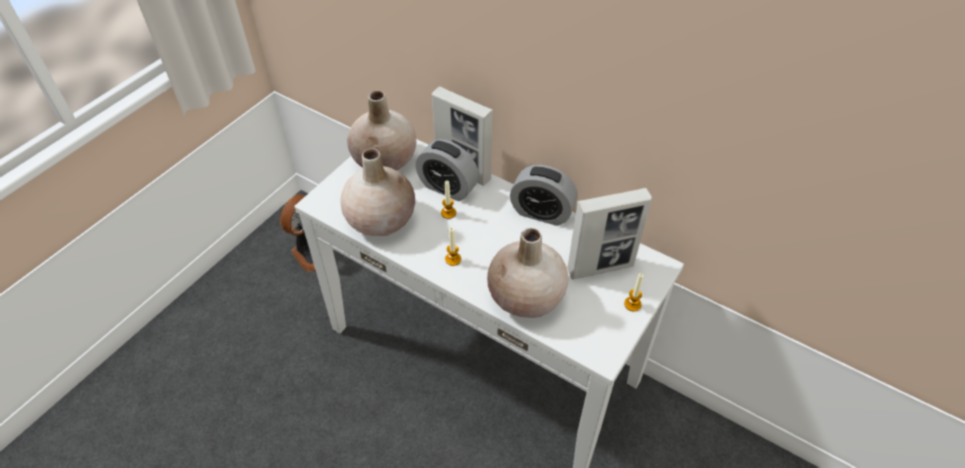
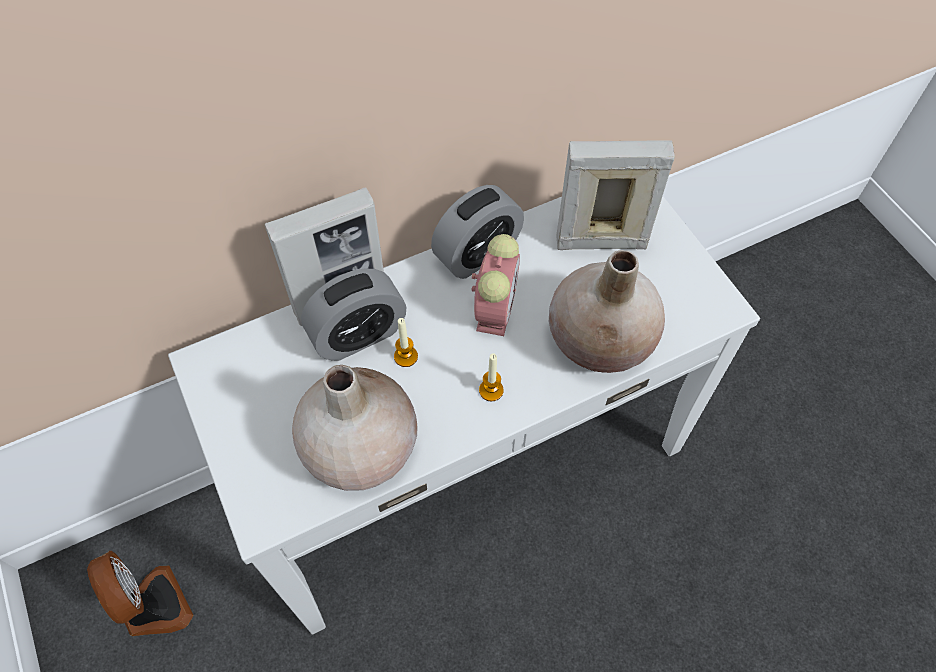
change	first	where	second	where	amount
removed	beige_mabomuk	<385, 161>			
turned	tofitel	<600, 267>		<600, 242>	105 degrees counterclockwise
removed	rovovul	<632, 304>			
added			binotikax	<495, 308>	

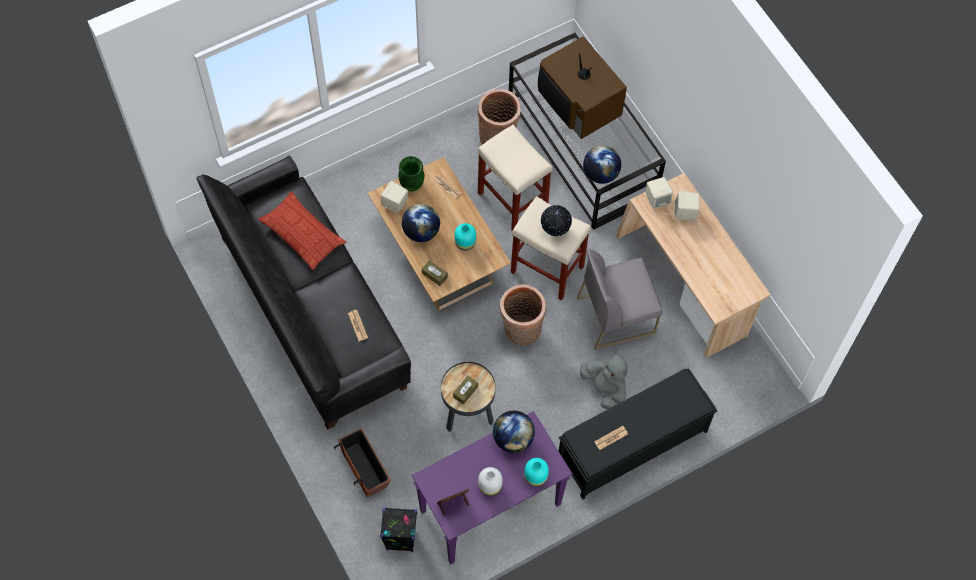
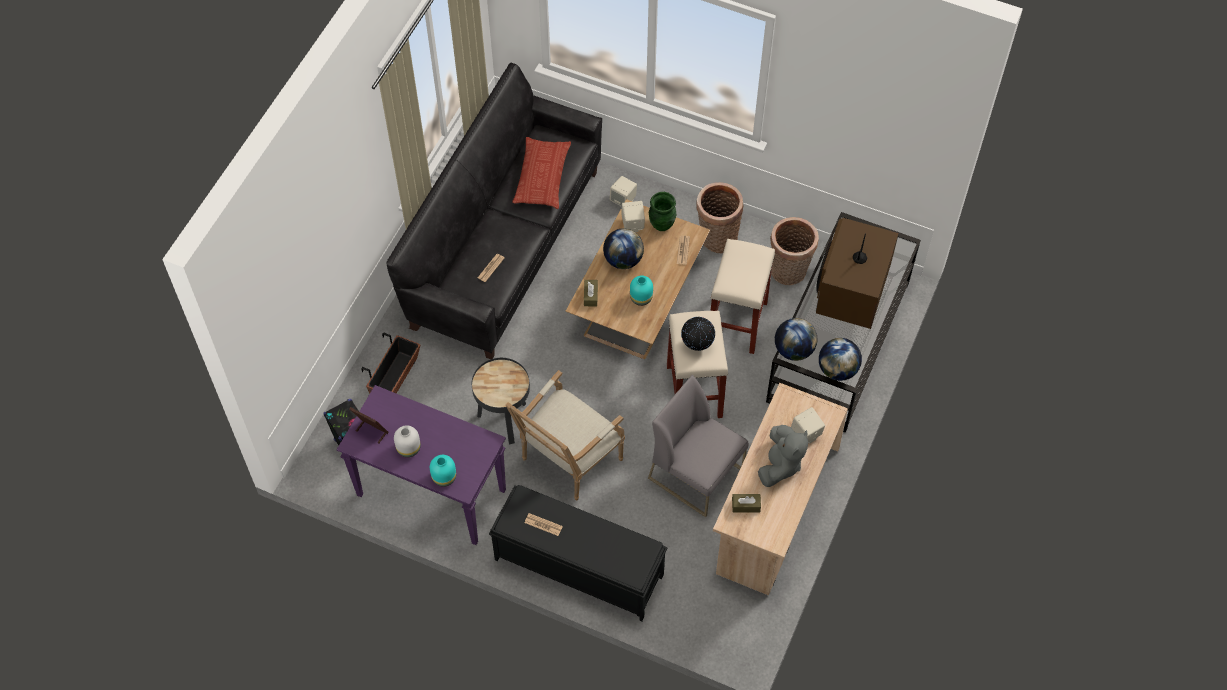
change	first	where	second	where	amount
moved	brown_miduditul	<465, 392>		<746, 505>	
moved	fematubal	<513, 439>		<837, 370>	
moved	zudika	<521, 331>		<716, 238>	
moved	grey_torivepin	<605, 388>		<780, 465>	
moved	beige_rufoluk	<657, 199>		<623, 200>	
added			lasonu	<567, 461>	

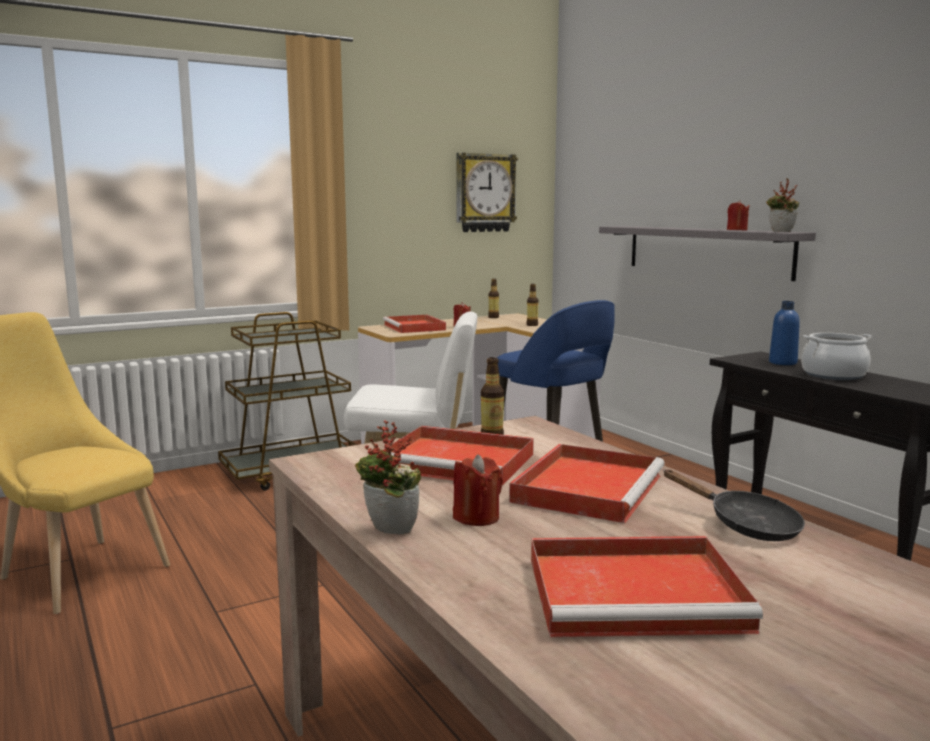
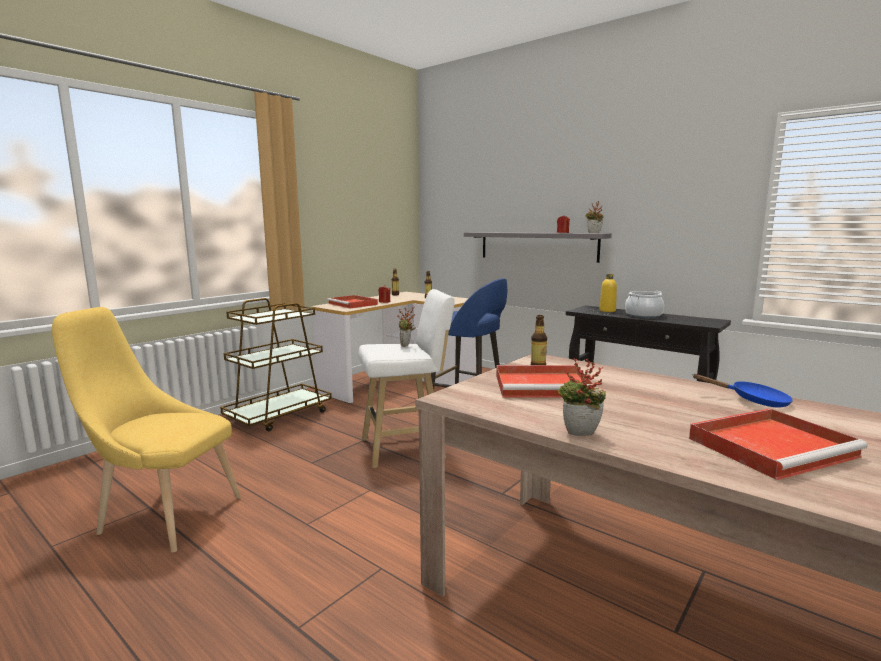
change	first	where	second	where	amount
removed	red_rovovul	<476, 517>			
removed	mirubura	<484, 193>			
removed	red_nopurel	<588, 487>			
recoloured	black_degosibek	<745, 525>	blue_degosibek	<753, 401>	
recoloured	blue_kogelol	<782, 363>	yellow_kogelol	<607, 311>	
added			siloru	<406, 346>	

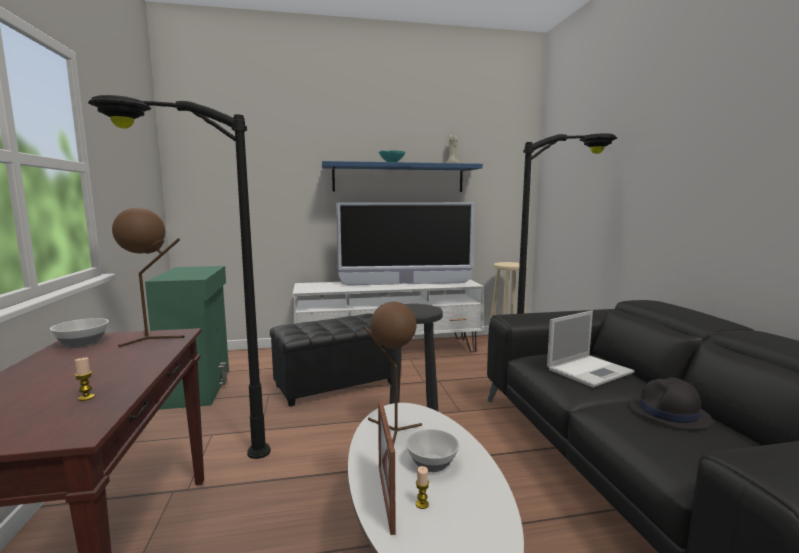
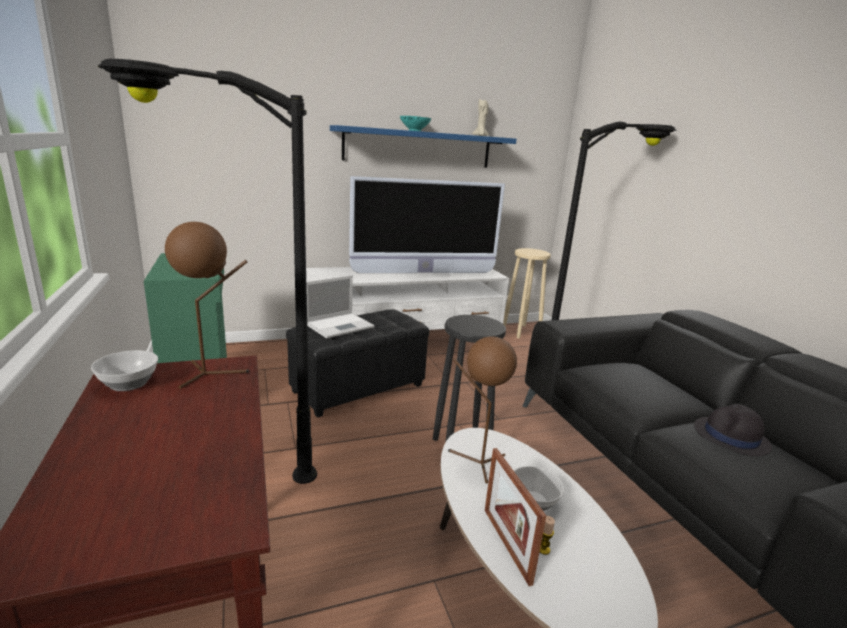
change	first	where	second	where	amount
removed	rovovul	<86, 397>			
moved	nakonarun	<590, 370>		<340, 325>	

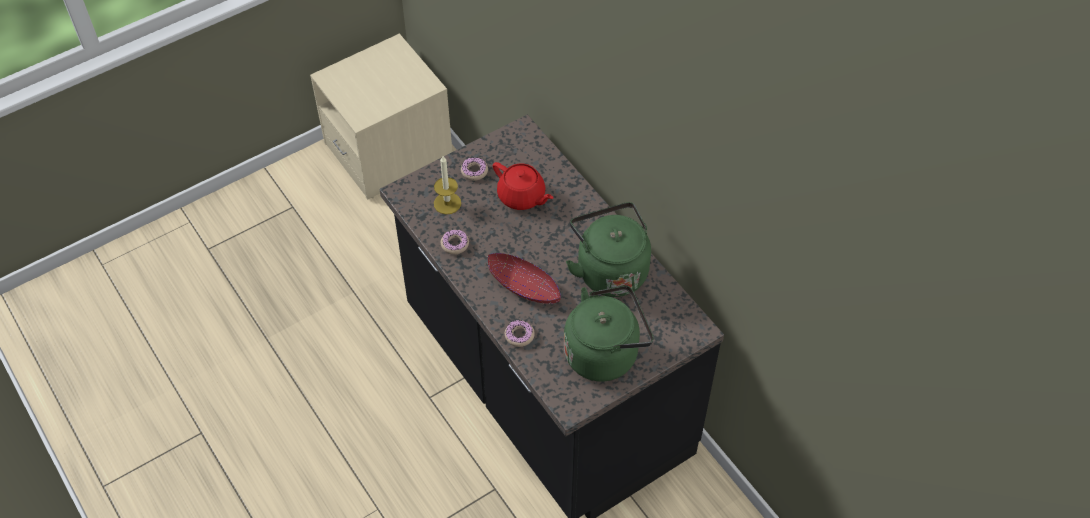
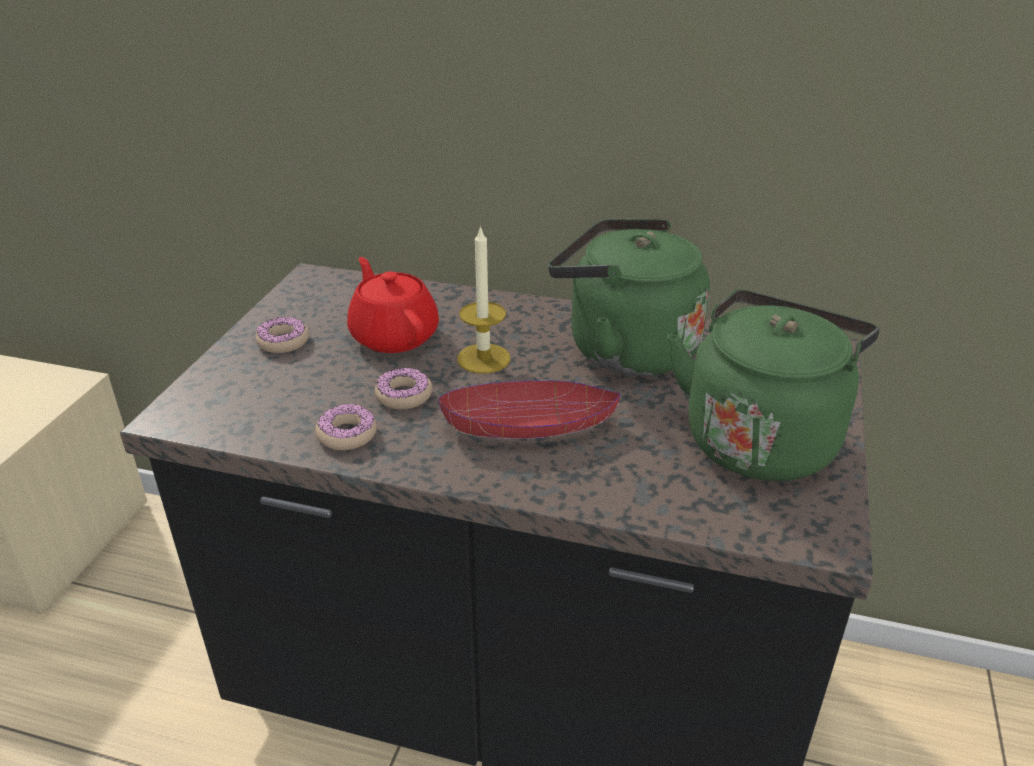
change	first	where	second	where	amount
moved	rovovul	<447, 203>		<483, 358>	
turned	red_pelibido	<522, 196>		<394, 335>	120 degrees counterclockwise
moved	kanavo	<519, 335>		<404, 395>	

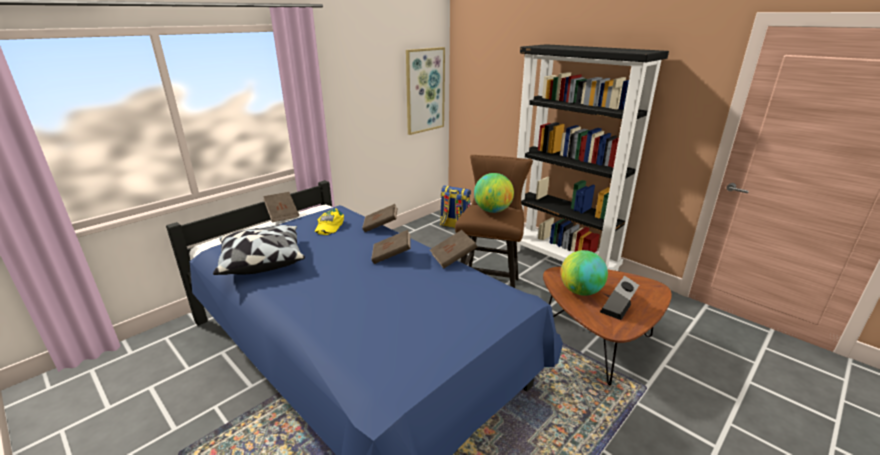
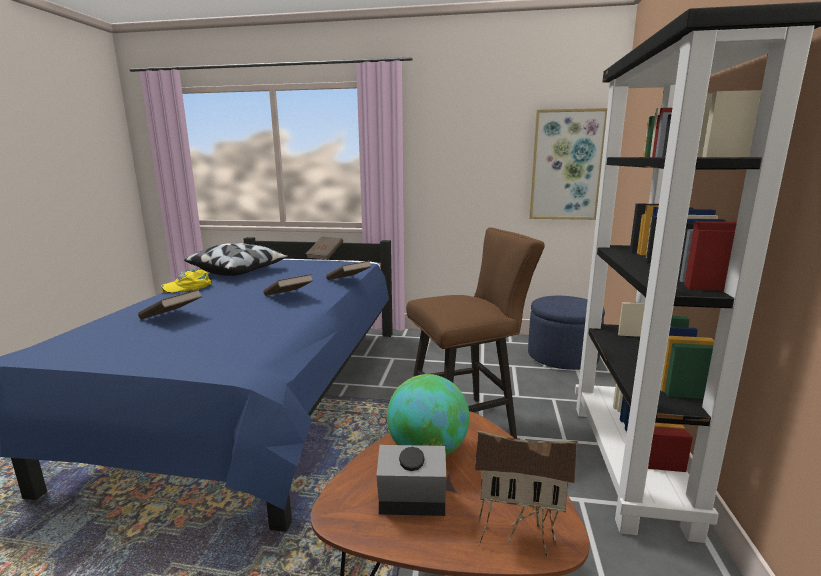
change	first	where	second	where	amount
moved	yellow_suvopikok	<329, 225>		<188, 287>	
moved	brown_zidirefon	<453, 258>		<172, 317>	
replaced	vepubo	<454, 225>	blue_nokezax	<562, 357>	
removed	fematubal	<492, 211>			
added			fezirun	<518, 534>	

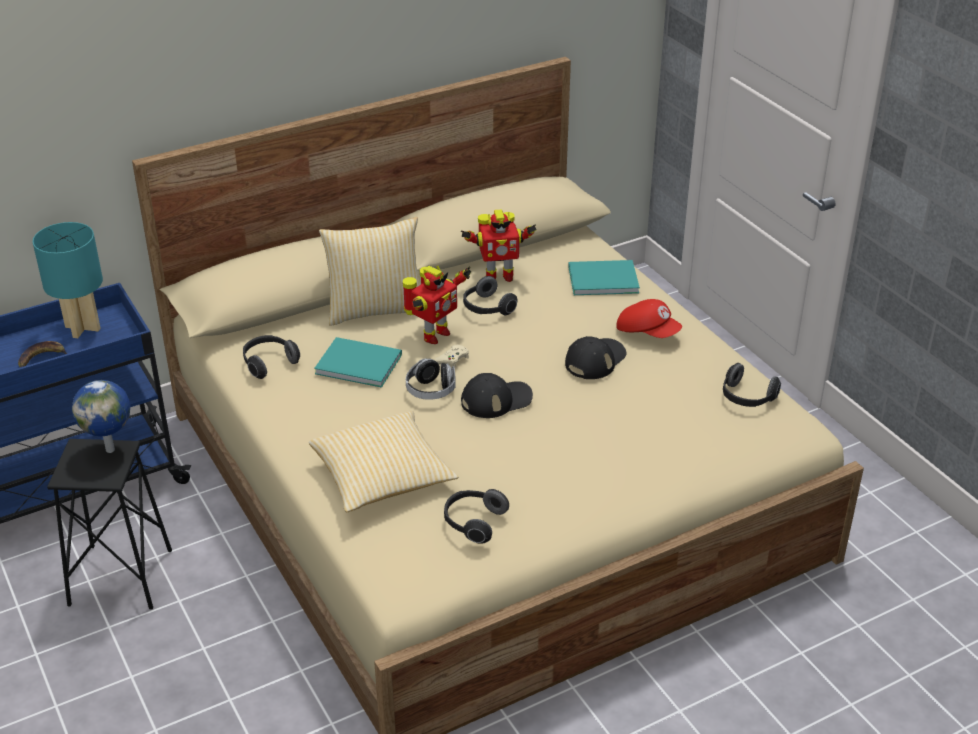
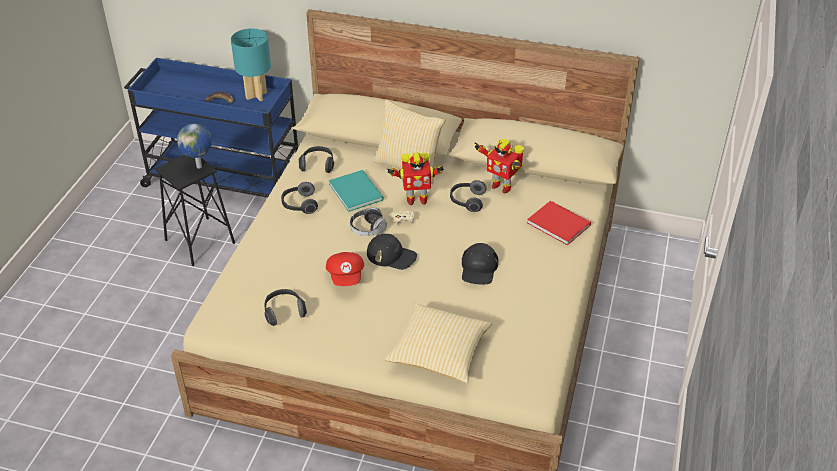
change	first	where	second	where	amount
moved	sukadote	<382, 478>		<439, 353>	
turned	black_suvopikok	<595, 360>		<479, 268>	105 degrees clockwise
recoloured	turquoise_zidirefon	<600, 279>	red_zidirefon	<558, 222>	
moved	red_suvopikok	<647, 332>		<346, 276>	
moved	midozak	<746, 398>		<299, 205>	

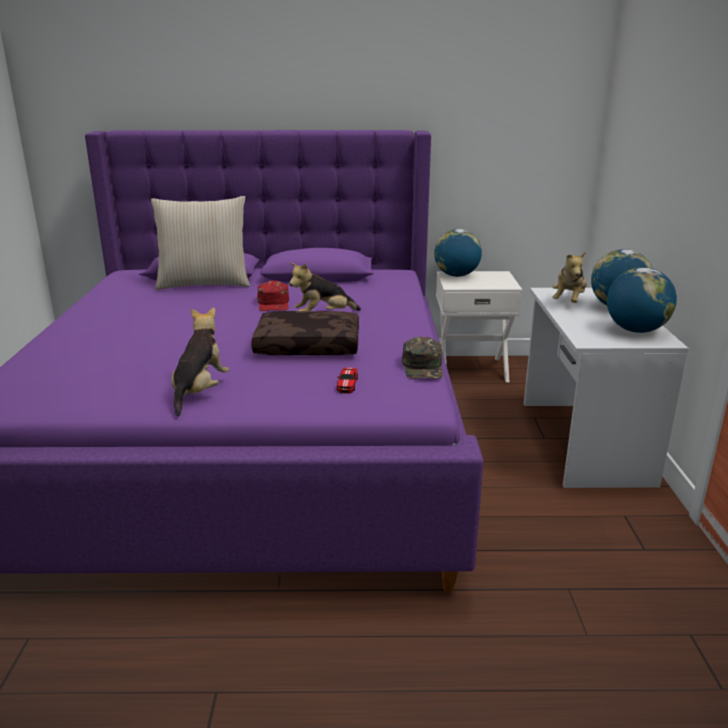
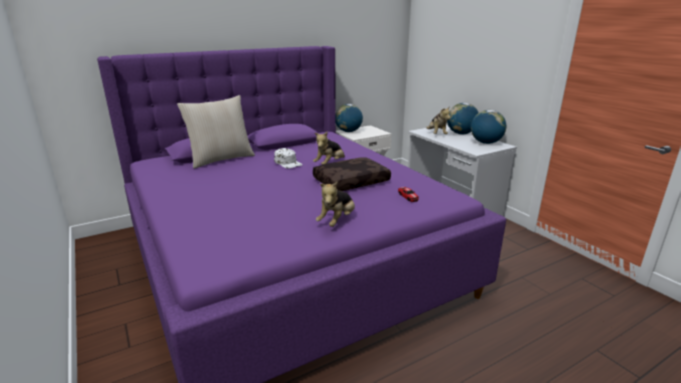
change	first	where	second	where	amount
turned	torivepin	<200, 392>		<337, 221>	135 degrees counterclockwise
recoloured	red_suvopikok	<274, 304>	white_suvopikok	<288, 163>	
removed	green_suvopikok	<423, 367>			

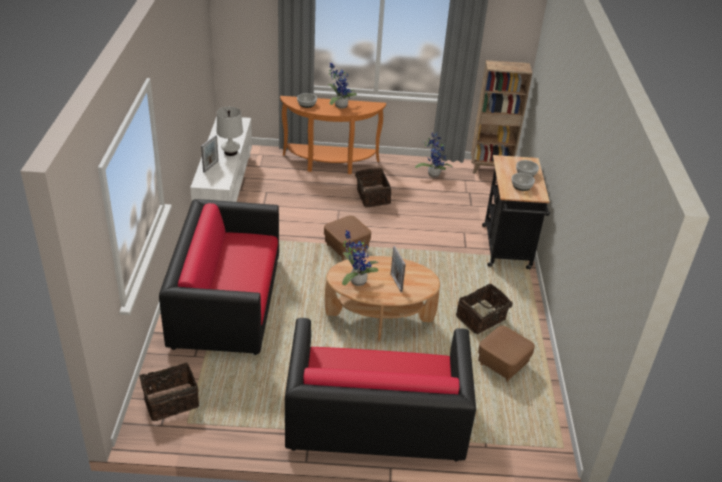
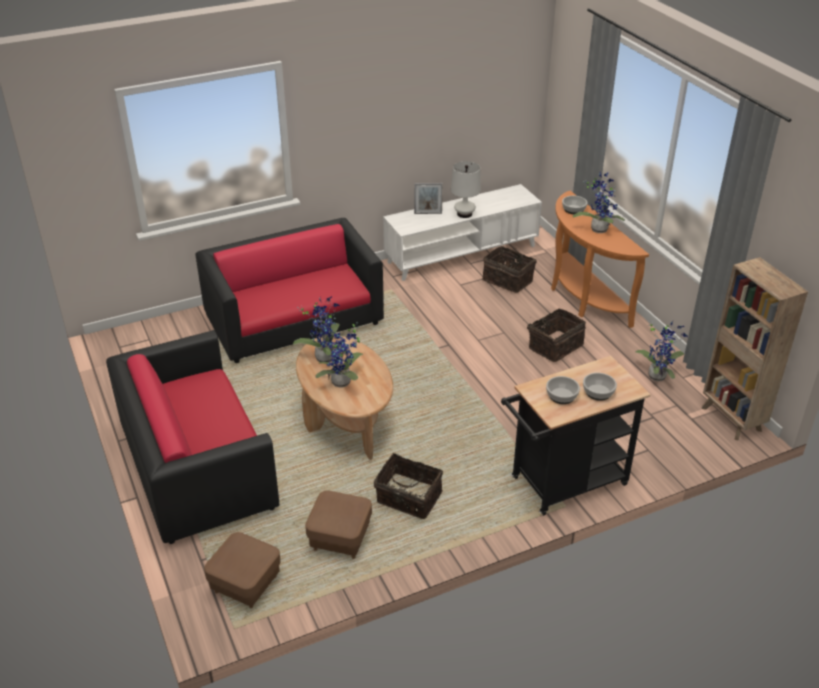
change	first	where	second	where	amount
moved	zudika	<171, 401>		<508, 280>	
moved	brown_nokezax	<346, 248>		<246, 584>	
replaced	tofitel	<396, 283>	siloru	<343, 383>	

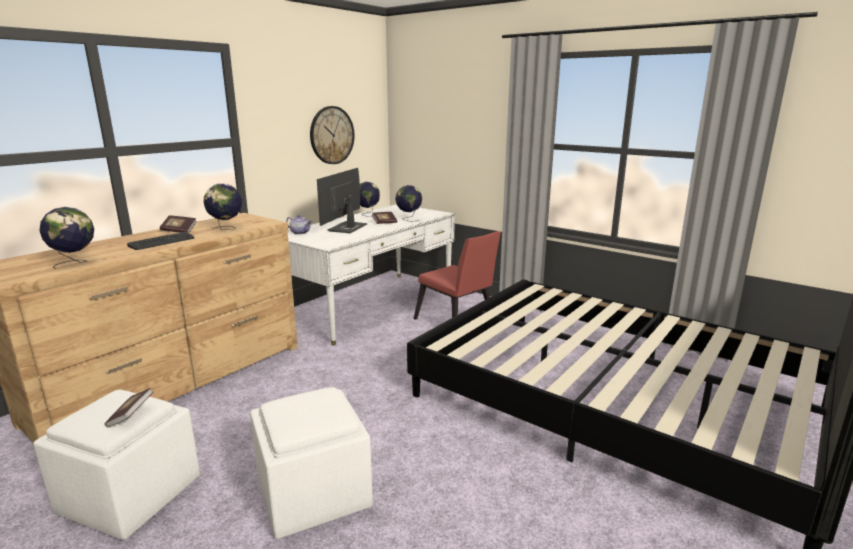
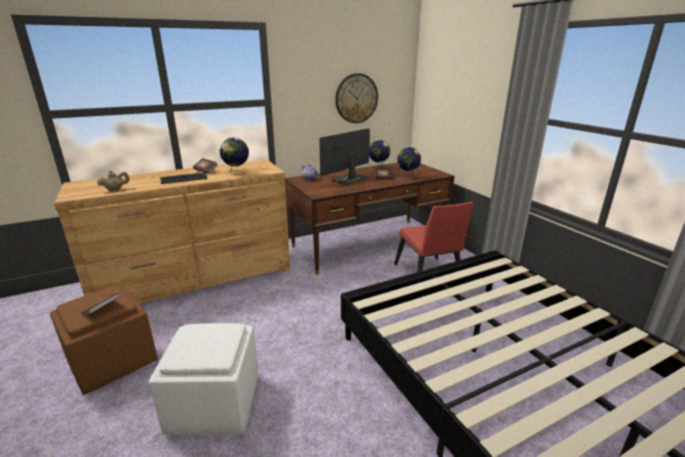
change	first	where	second	where	amount
recoloured	white_nokezax	<131, 495>	brown_nokezax	<113, 360>	
replaced	fematubal	<75, 263>	beige_pelibido	<115, 189>	
recoloured	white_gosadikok	<371, 305>	brown_gosadikok	<368, 244>	

